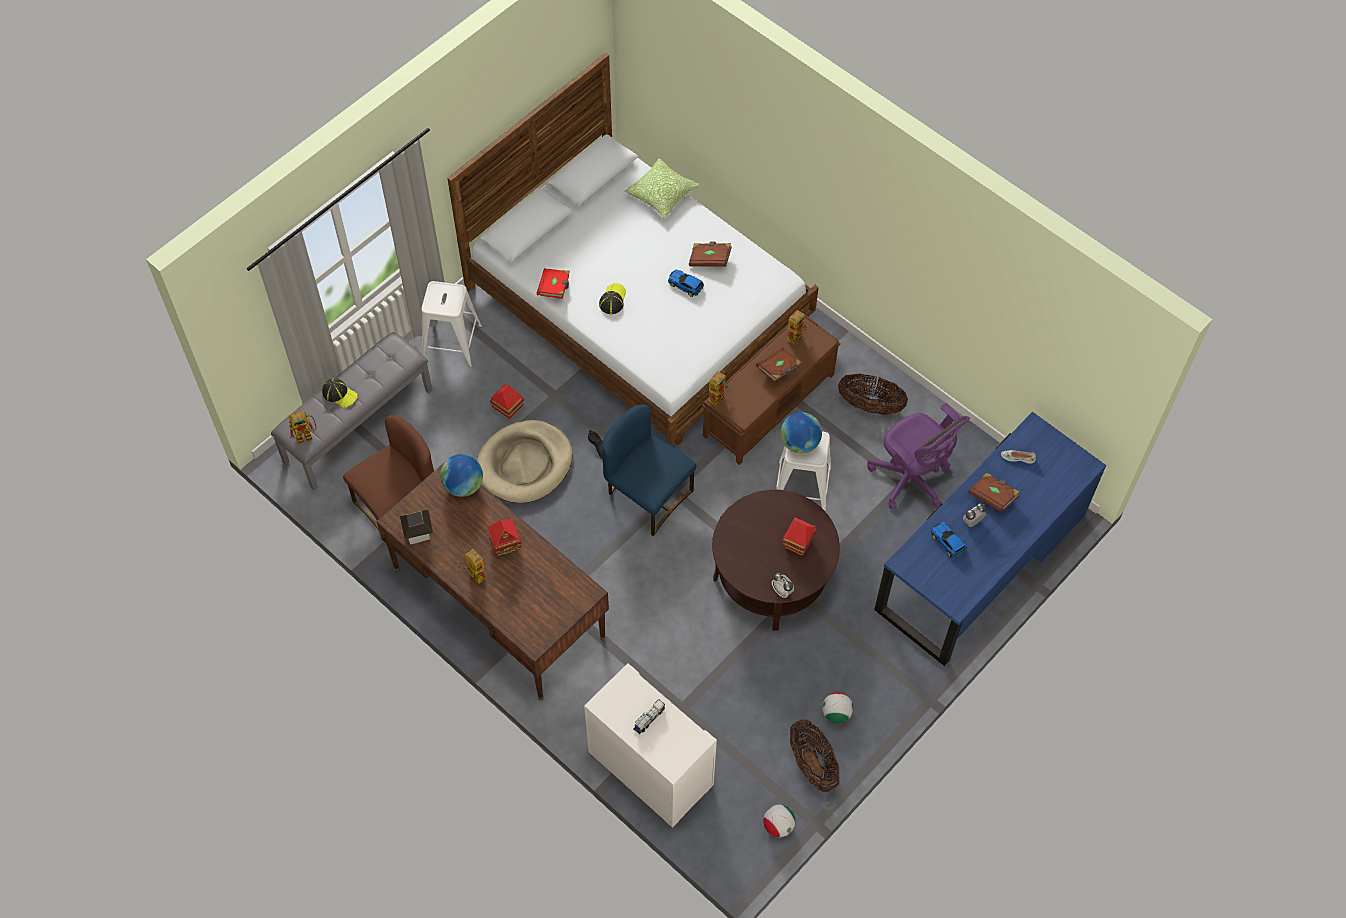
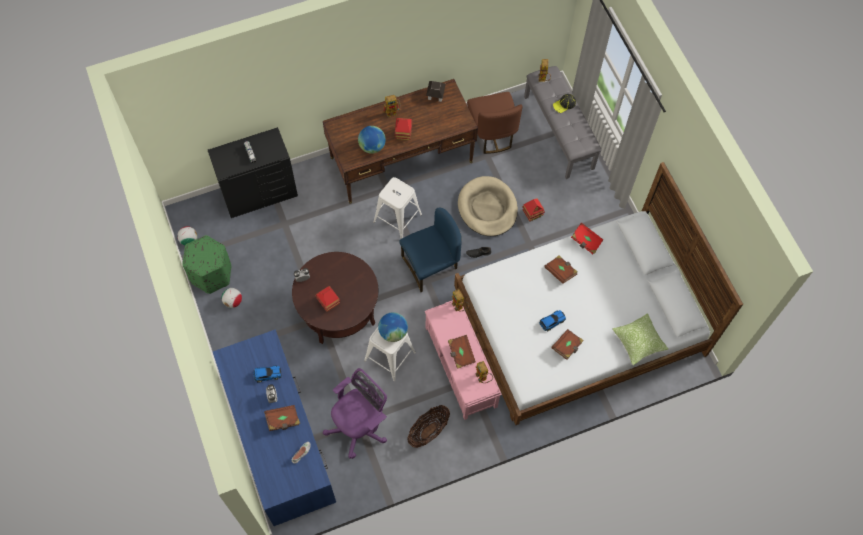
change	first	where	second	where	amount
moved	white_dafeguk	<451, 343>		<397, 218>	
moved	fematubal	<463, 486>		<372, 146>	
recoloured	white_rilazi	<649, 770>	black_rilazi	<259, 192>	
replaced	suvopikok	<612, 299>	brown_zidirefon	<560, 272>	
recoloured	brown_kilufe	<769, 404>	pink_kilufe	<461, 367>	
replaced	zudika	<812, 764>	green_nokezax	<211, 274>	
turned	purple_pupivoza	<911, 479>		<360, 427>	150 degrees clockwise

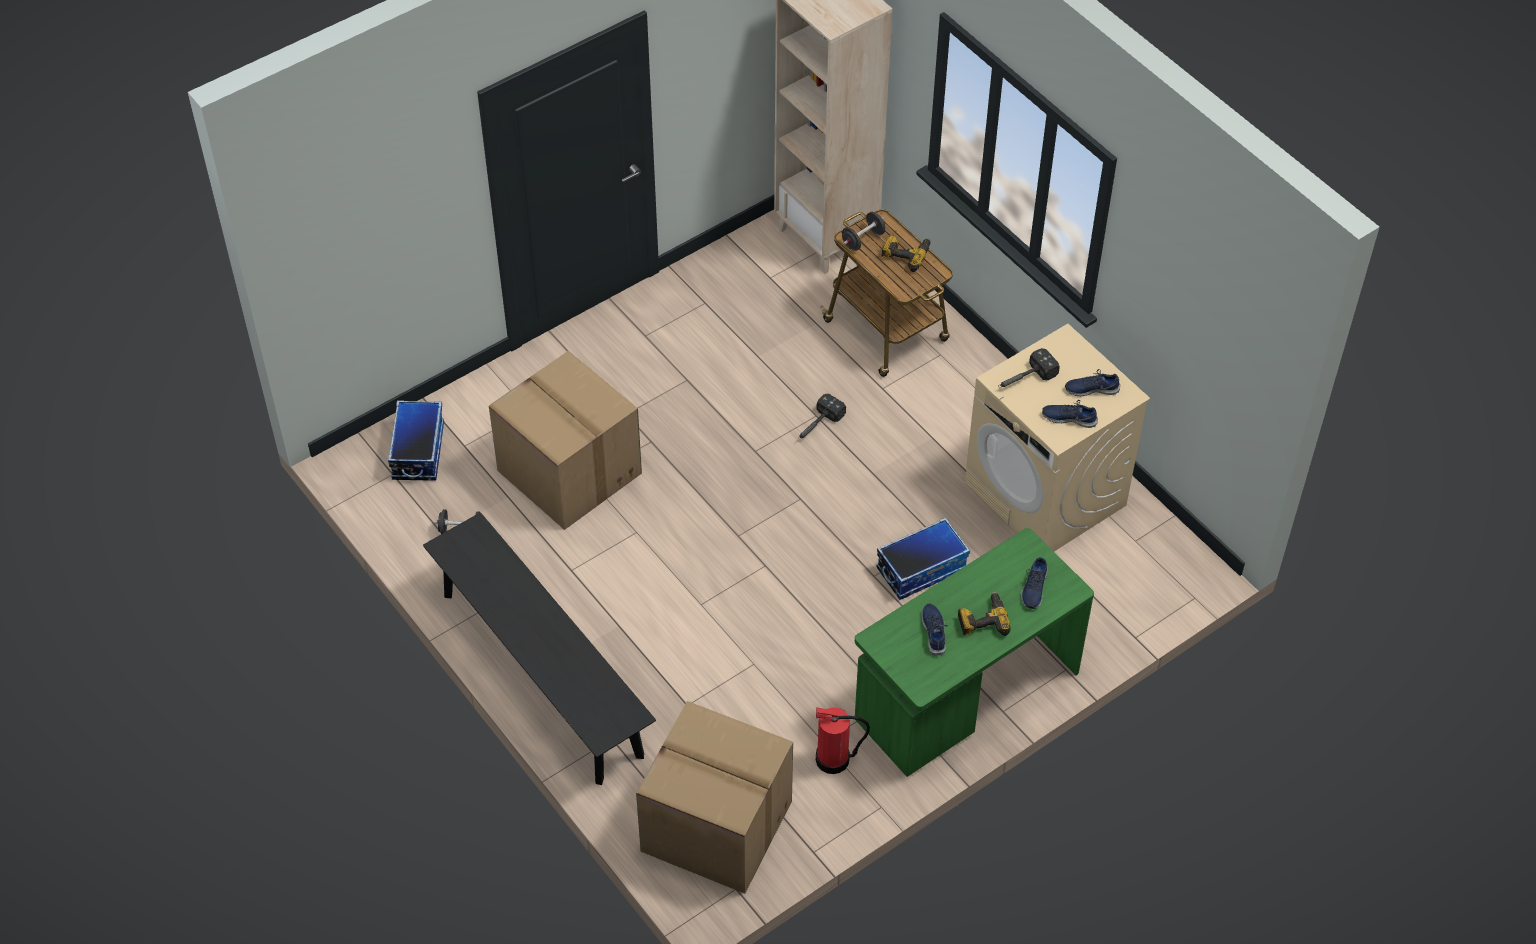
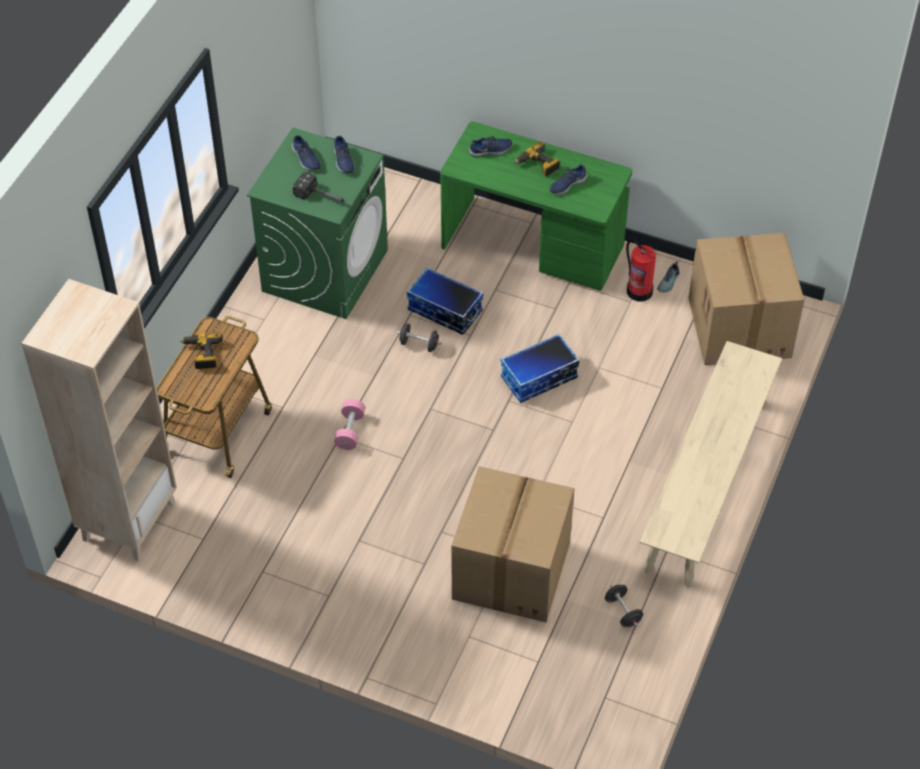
change	first	where	second	where	amount
moved	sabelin	<417, 451>		<539, 378>	
recoloured	black_kilufe	<541, 674>	beige_kilufe	<706, 486>	
replaced	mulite	<817, 426>	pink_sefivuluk	<350, 431>	
moved	black_sefivuluk	<863, 239>		<419, 344>	
recoloured	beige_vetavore	<1046, 495>	green_vetavore	<325, 270>	
added			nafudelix	<669, 282>	

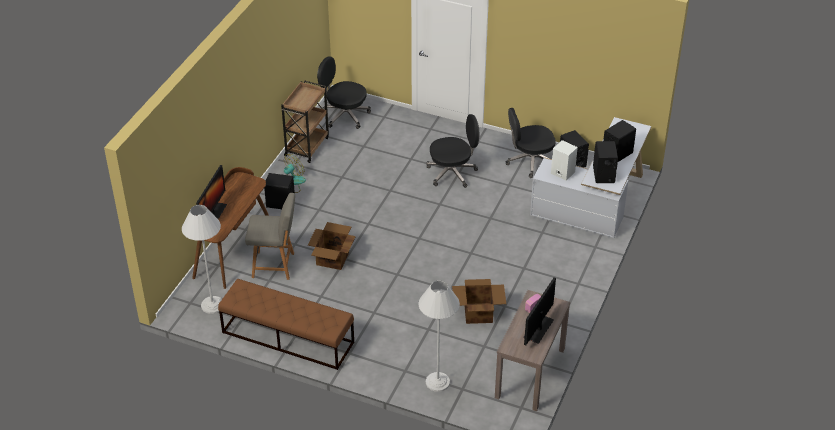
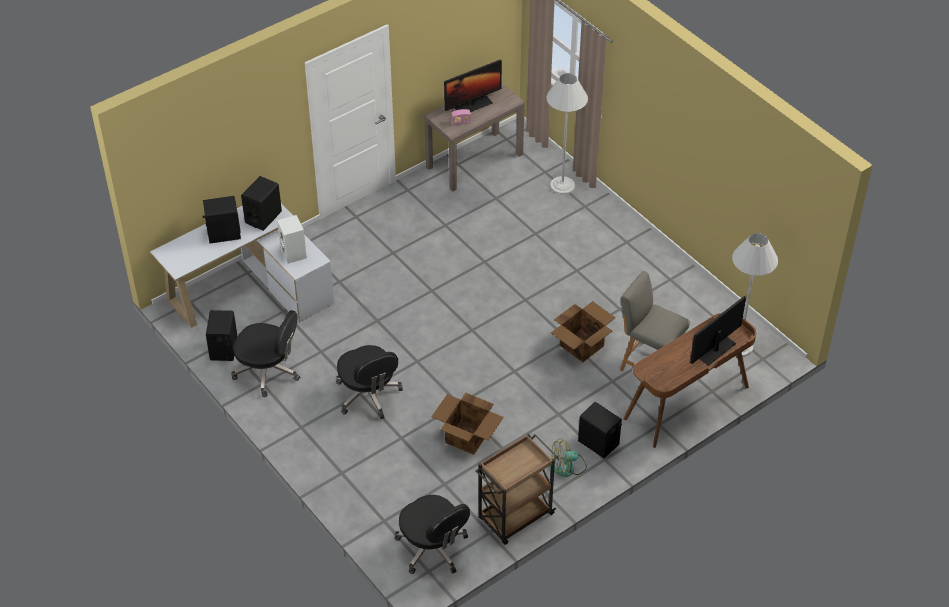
change	first	where	second	where	amount
removed	brown_kilufe	<287, 337>			
turned	black_pupivoza	<452, 173>		<368, 395>	135 degrees counterclockwise
moved	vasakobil	<477, 313>		<467, 437>	

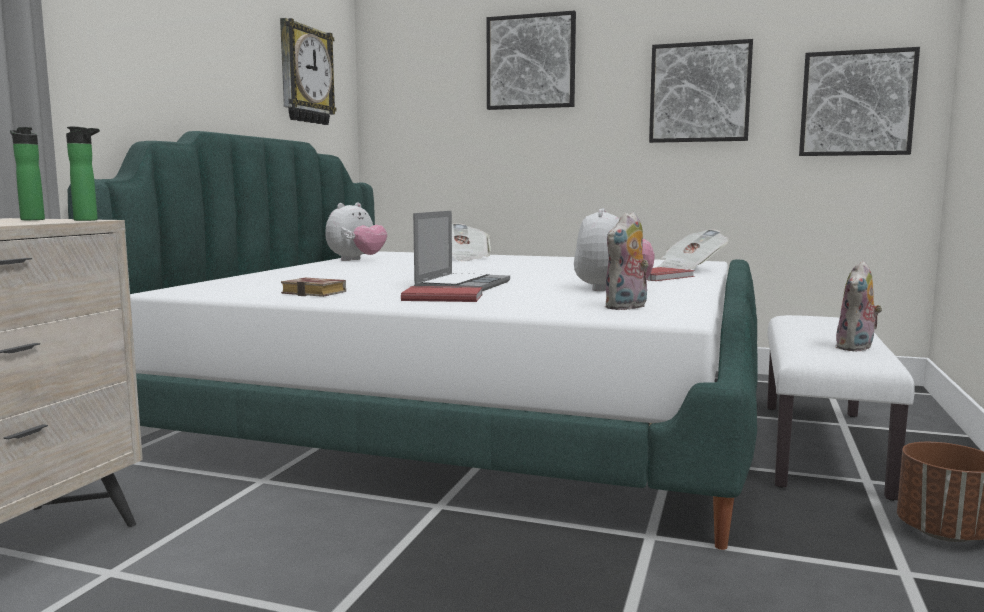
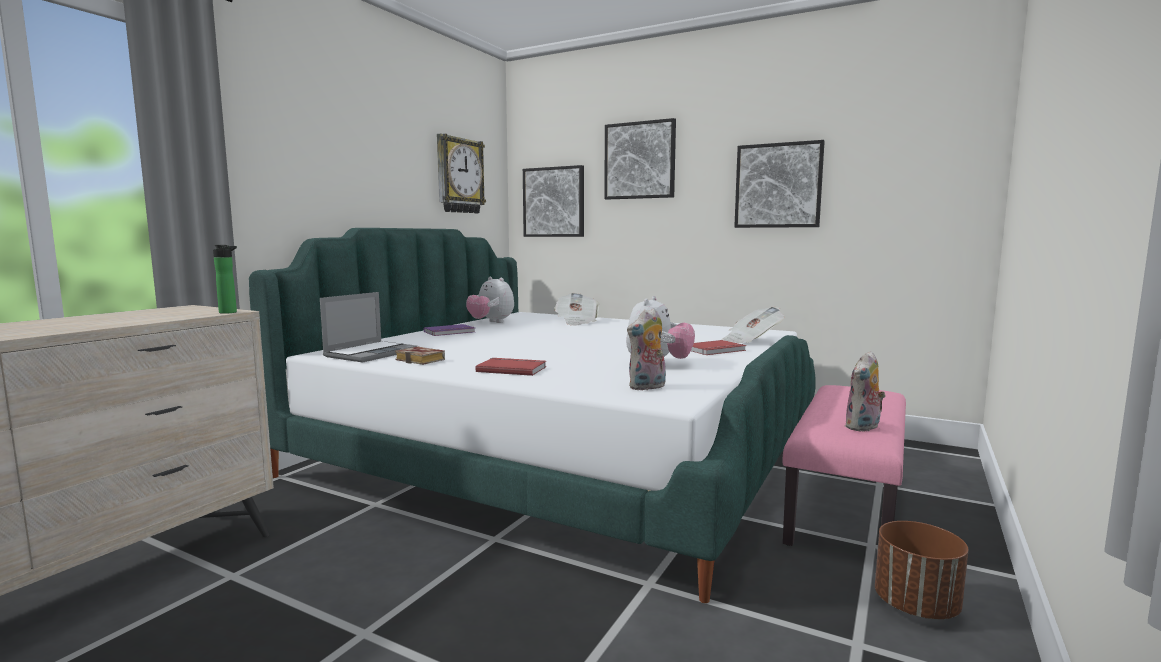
change	first	where	second	where	amount
removed	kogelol	<31, 219>			
turned	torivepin	<356, 260>		<491, 322>	90 degrees clockwise
moved	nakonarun	<462, 285>		<371, 353>	
recoloured	white_kilufe	<819, 446>	pink_kilufe	<844, 506>	
moved	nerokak	<856, 103>		<554, 202>	
added			purple_zidirefon	<450, 332>	

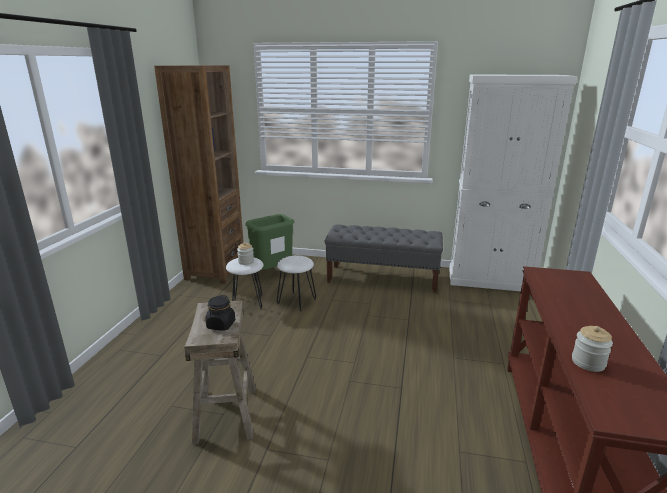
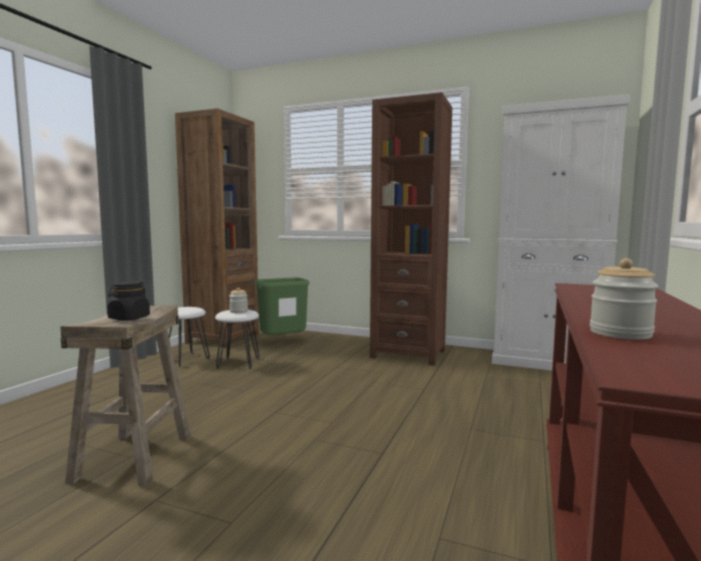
change	first	where	second	where	amount
moved	white_dafeguk	<297, 301>		<186, 359>	
replaced	grey_kilufe	<383, 278>	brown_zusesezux	<408, 354>	

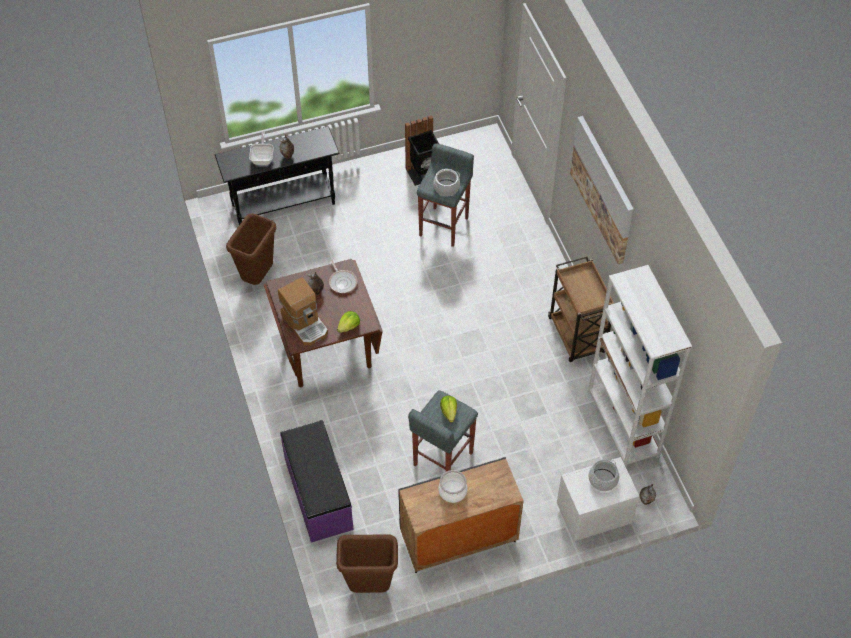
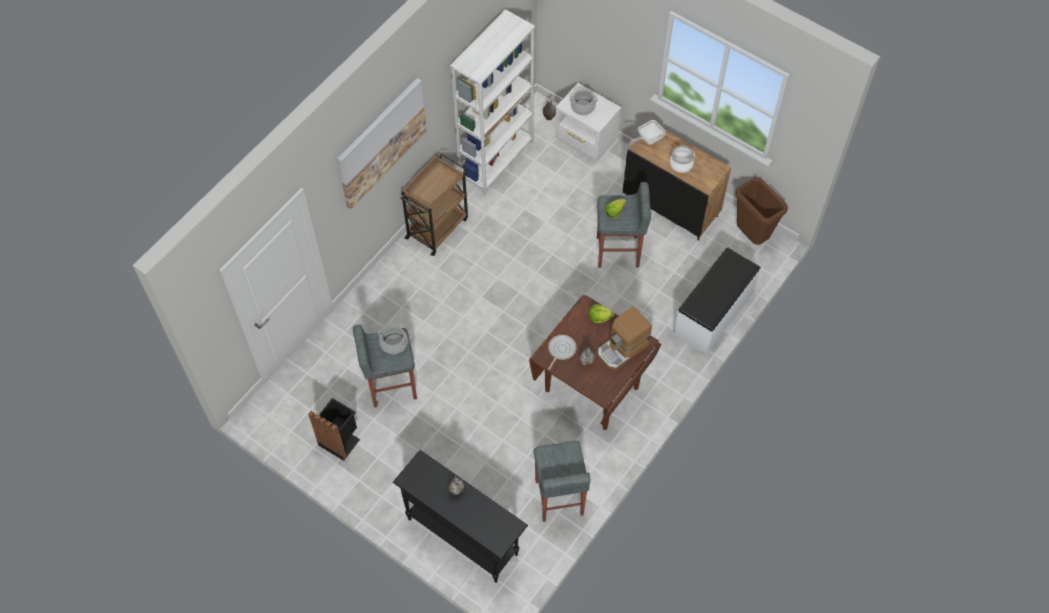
change	first	where	second	where	amount
replaced	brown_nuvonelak	<257, 276>	grey_dafeguk	<558, 498>	
moved	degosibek	<263, 157>		<648, 139>	
turned	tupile	<305, 323>		<622, 349>	150 degrees counterclockwise
recoloured	purple_kilufe	<317, 494>	white_kilufe	<714, 313>	

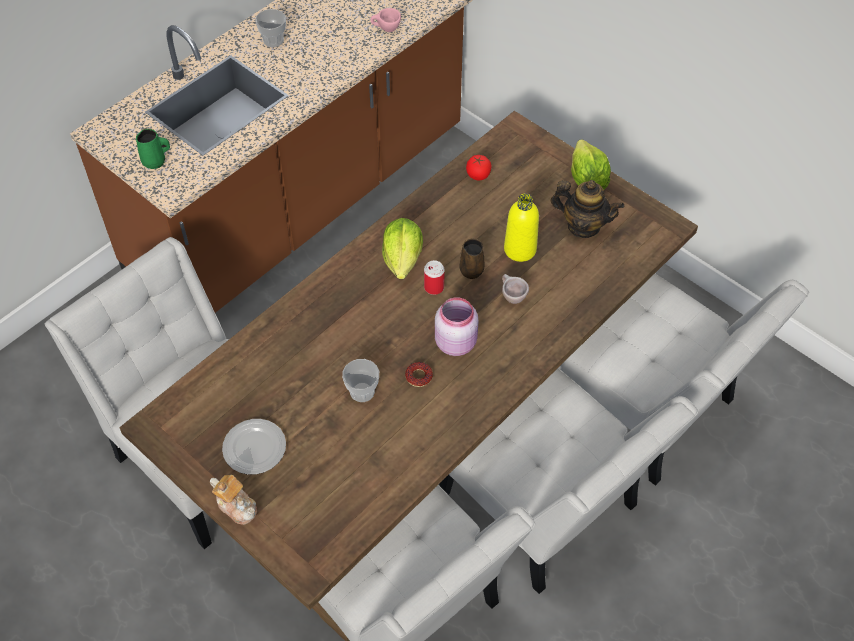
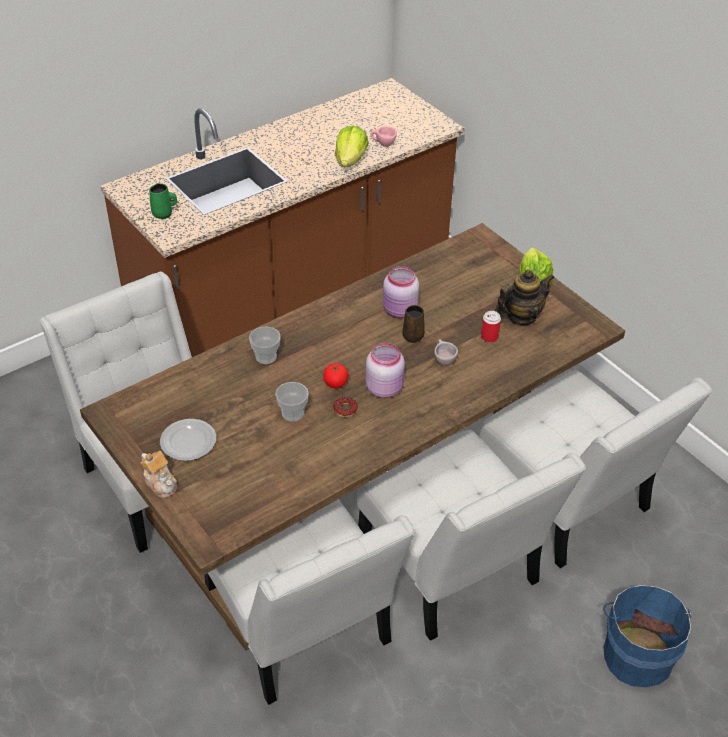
change	first	where	second	where	amount
moved	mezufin	<273, 40>		<266, 357>	
moved	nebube	<403, 259>		<351, 160>	
moved	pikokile	<434, 287>		<489, 337>	
moved	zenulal	<478, 175>		<335, 383>	
removed	yellow_kogelol	<520, 249>			
turned	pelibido	<583, 226>		<521, 316>	60 degrees counterclockwise
added			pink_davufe	<400, 311>	
added			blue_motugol	<637, 653>	

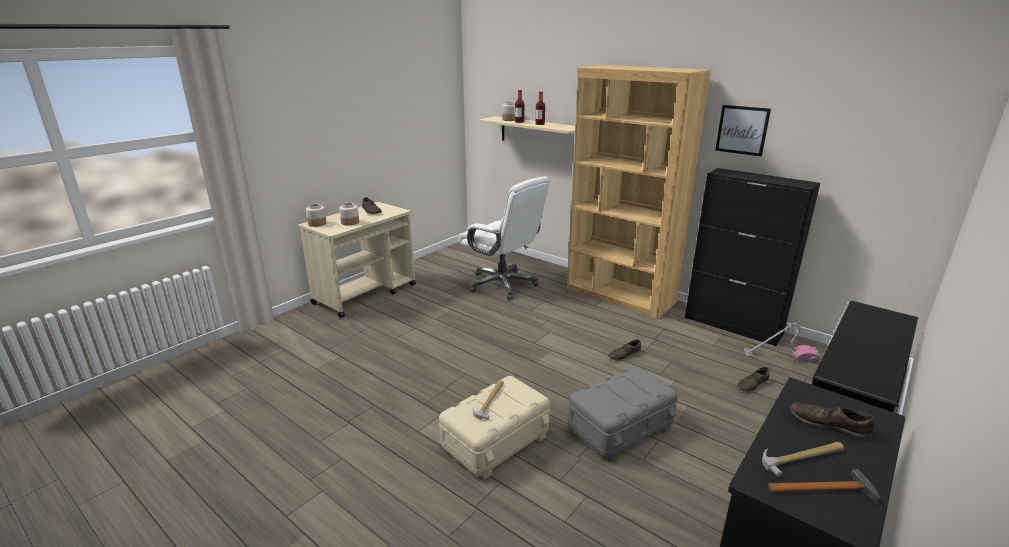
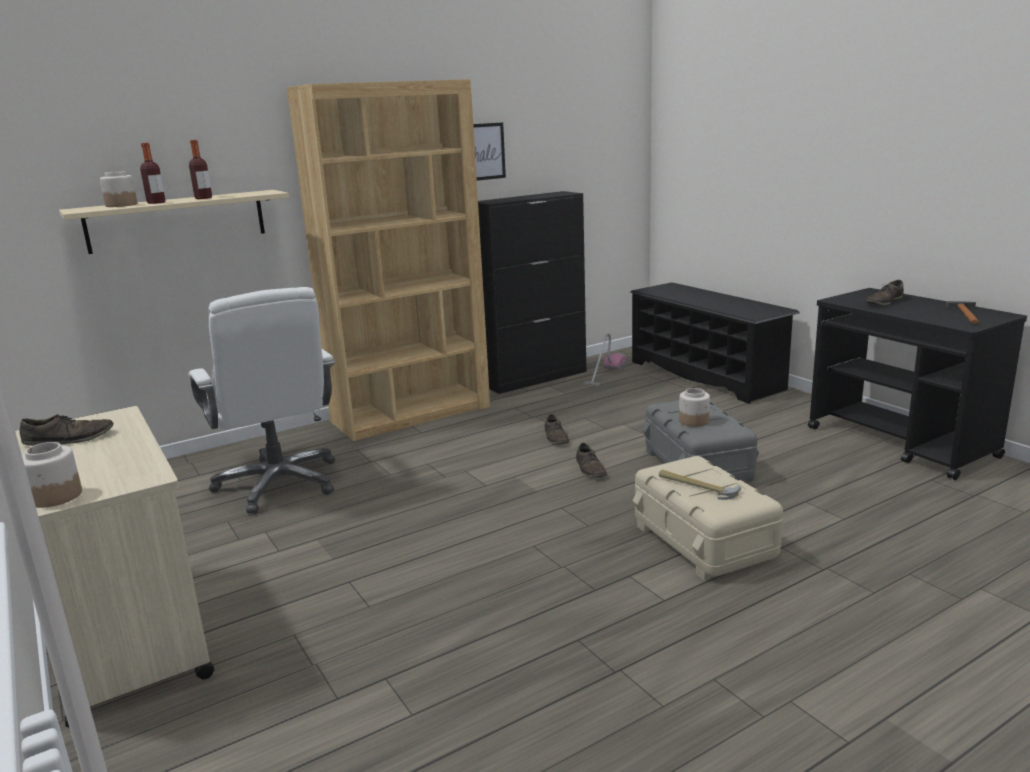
change	first	where	second	where	amount
moved	davufe	<350, 222>		<694, 421>	
turned	white_pupivoza	<503, 284>		<279, 484>	90 degrees clockwise
moved	brown_nafudelix	<752, 384>		<590, 469>	
removed	mulite	<802, 458>			

